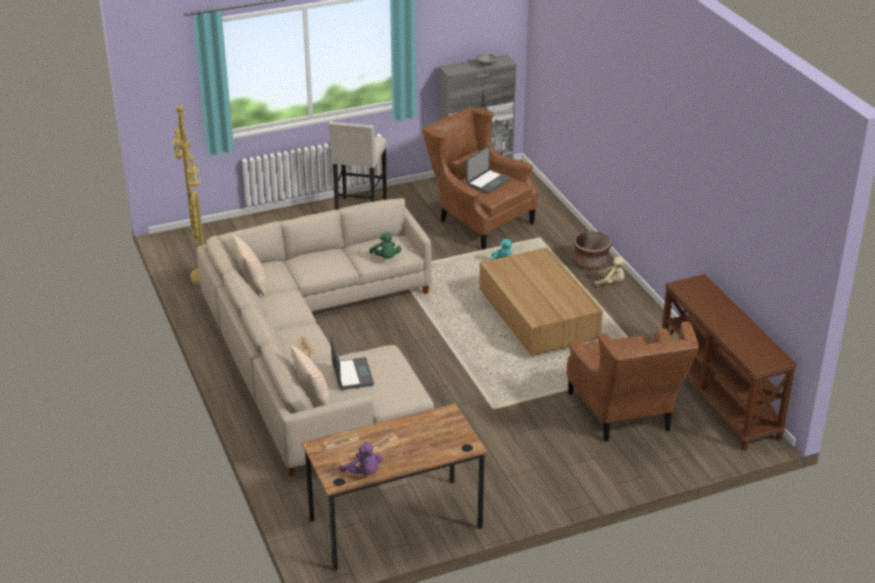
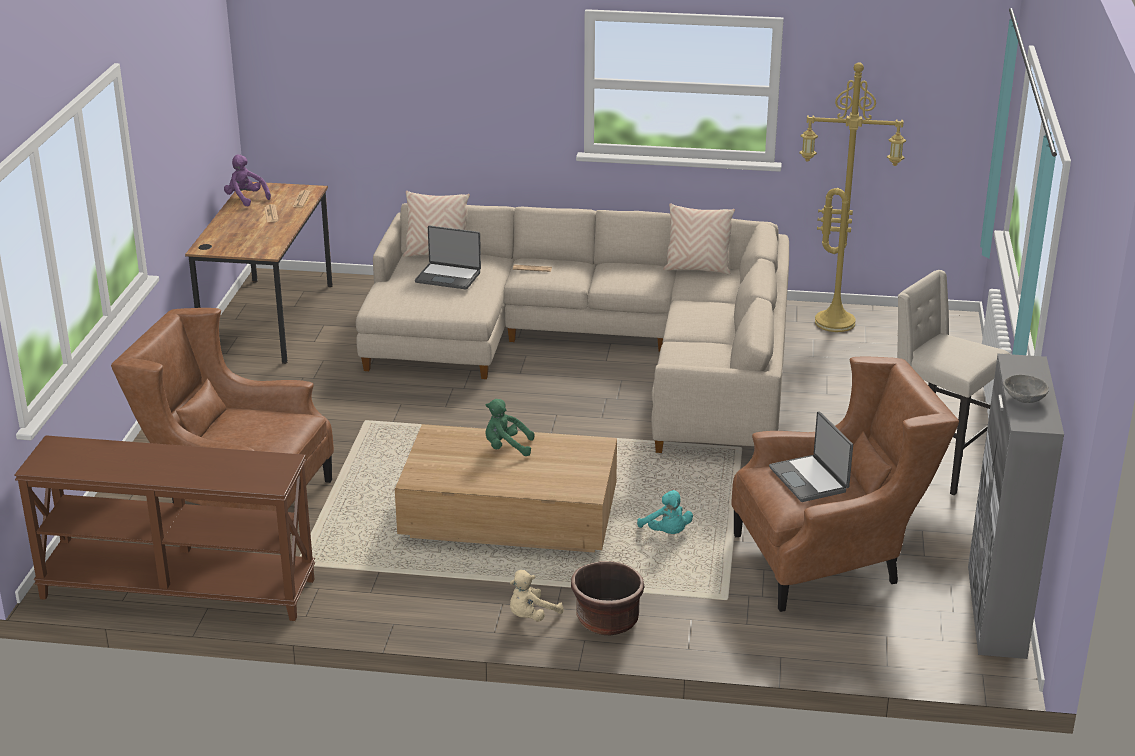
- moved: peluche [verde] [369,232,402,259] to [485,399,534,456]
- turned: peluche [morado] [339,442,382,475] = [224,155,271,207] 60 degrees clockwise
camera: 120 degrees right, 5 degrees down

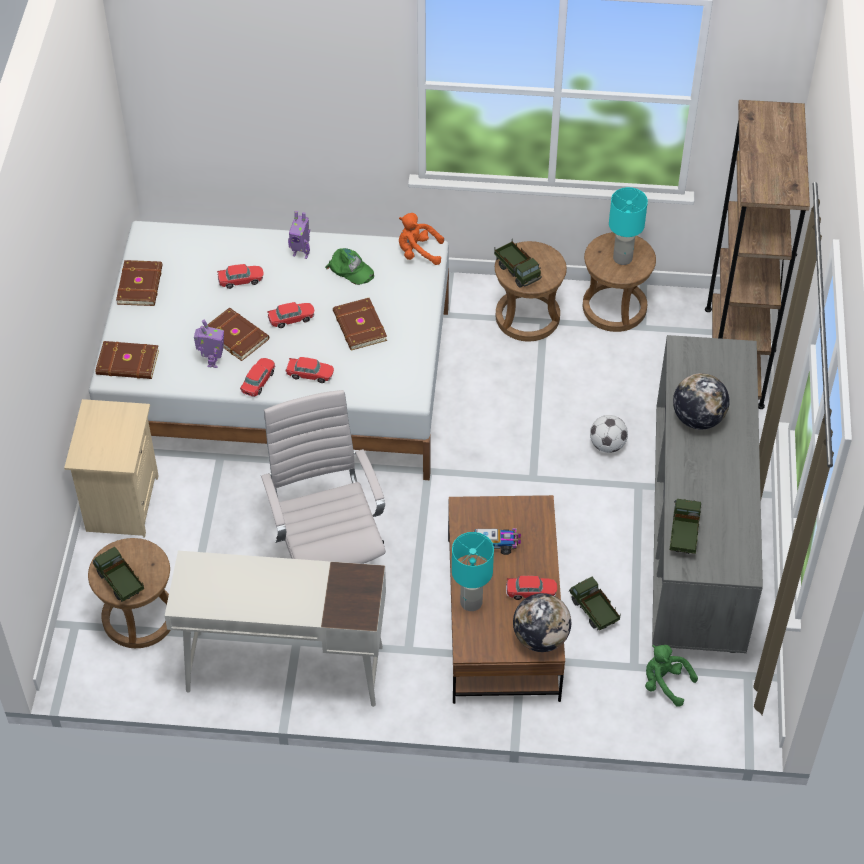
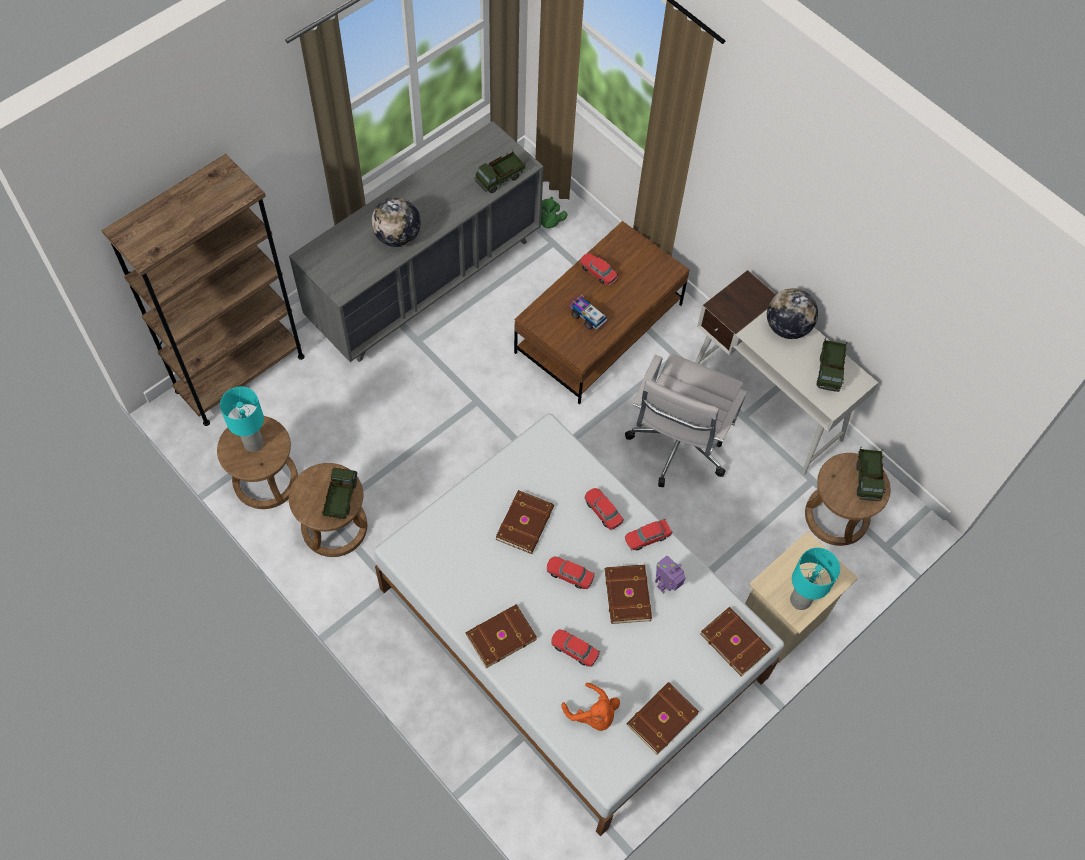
- removed: gorra [verde] [325,248,374,285]
- removed: balón de fútbol [590,415,628,453]
- moved: peluche [naranja] [399,213,444,265] to [562,683,620,731]
- moved: lámpara de mesa [turquesa] [452,532,494,611] to [790,548,840,610]
- moved: globo terráqueo [513,593,571,652] to [767,288,818,339]
- moved: camión de juguete [569,577,621,630] to [817,337,847,392]
- replaced: robot de juguete [288,211,310,259] to libro [marrón] [466,604,537,668]
camera: 140 degrees left, 10 degrees up

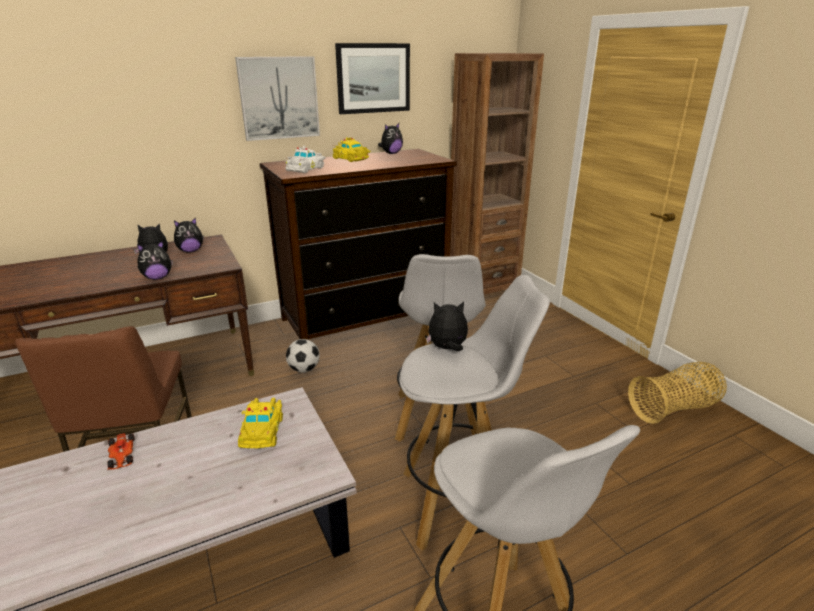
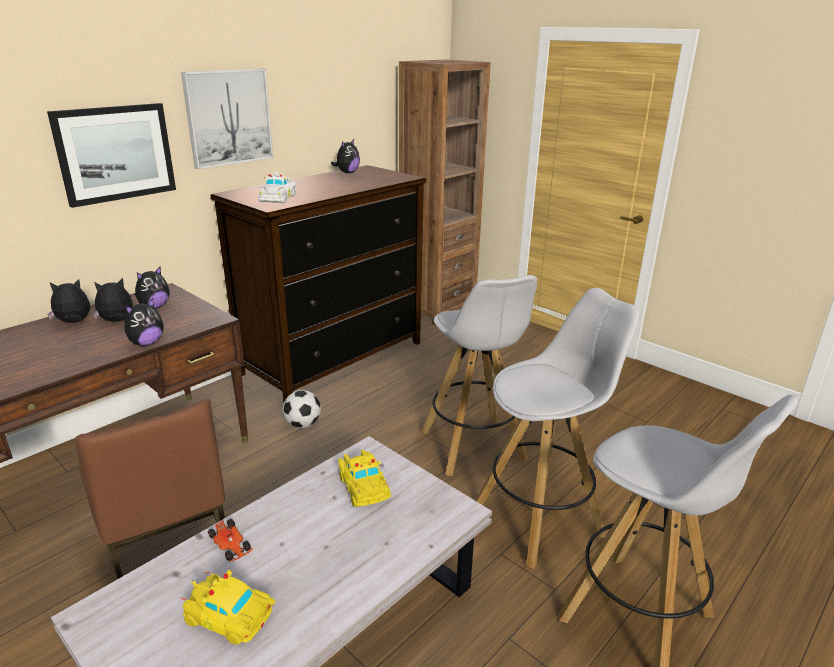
- removed: cesta [628,362,727,424]
- moved: coche de juguete [amarillo] [332,137,371,162] to [180,570,275,645]
- moved: cuadro [335,43,410,114] to [47,103,176,208]
- moved: peluche [426,302,468,351] to [48,279,90,323]
camera: 20 degrees left, 0 degrees up

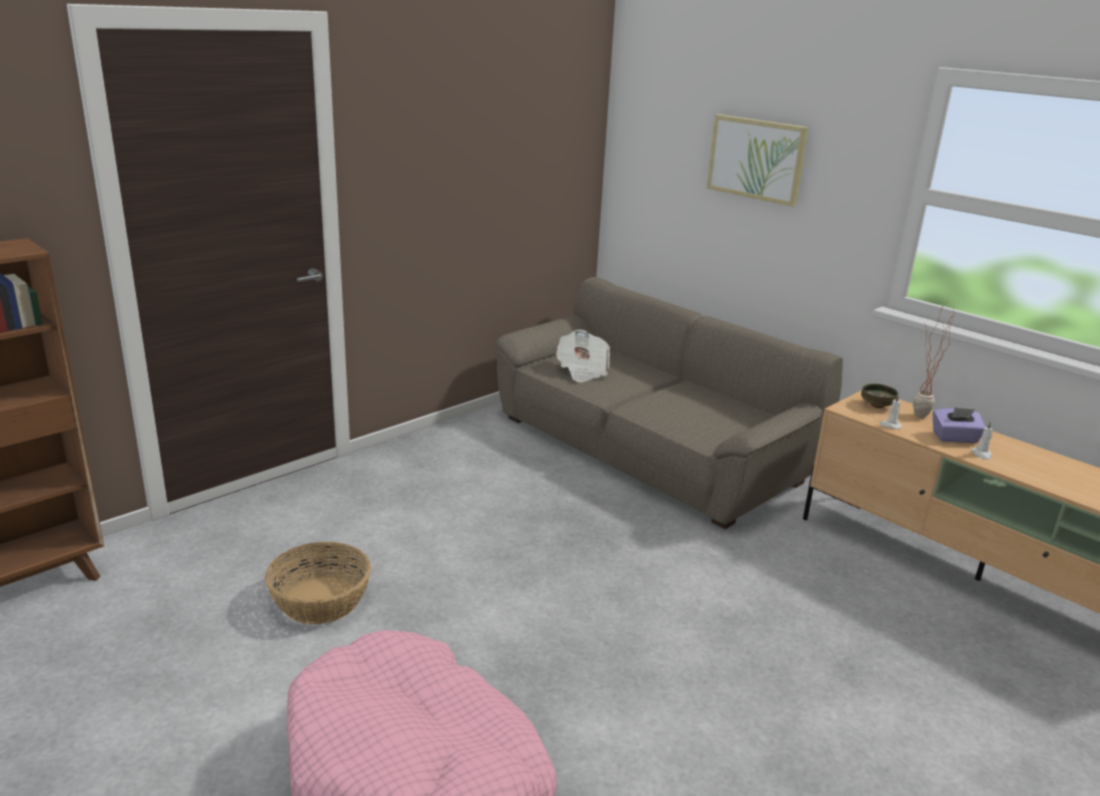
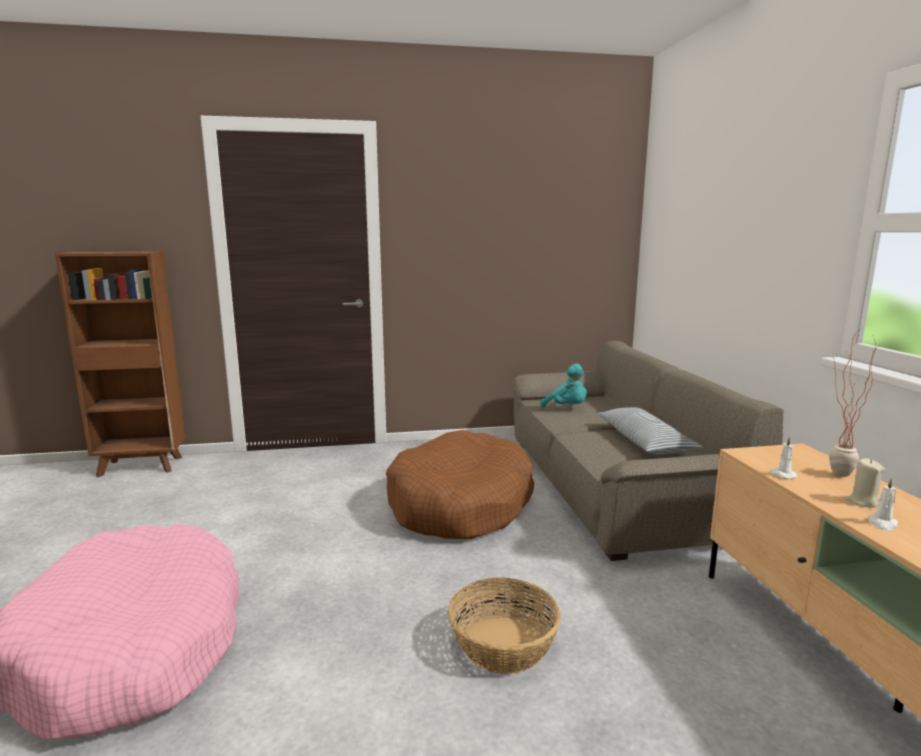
- removed: cuadro [707,114,808,207]
- removed: cuenco [861,384,898,408]
- added: cama para perro [marrón] [386,430,534,539]
- added: cojín [597,407,703,455]
- moved: cesta [265,542,371,624] to [448,577,561,674]
- replaced: periódico [556,330,610,382] to peluche [turquesa] [540,364,587,408]
- replaced: caja de pañuelos [morado] [933,407,986,443] to vela [beis] [846,458,885,508]
camera: 35 degrees right, 10 degrees down

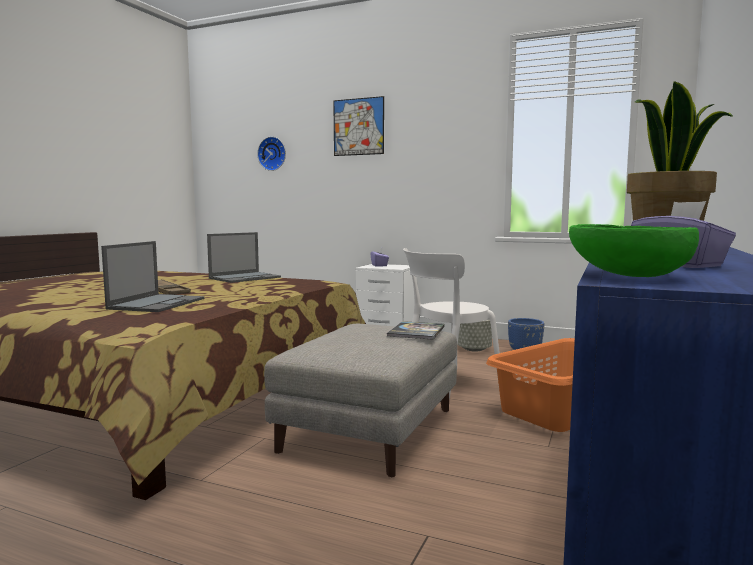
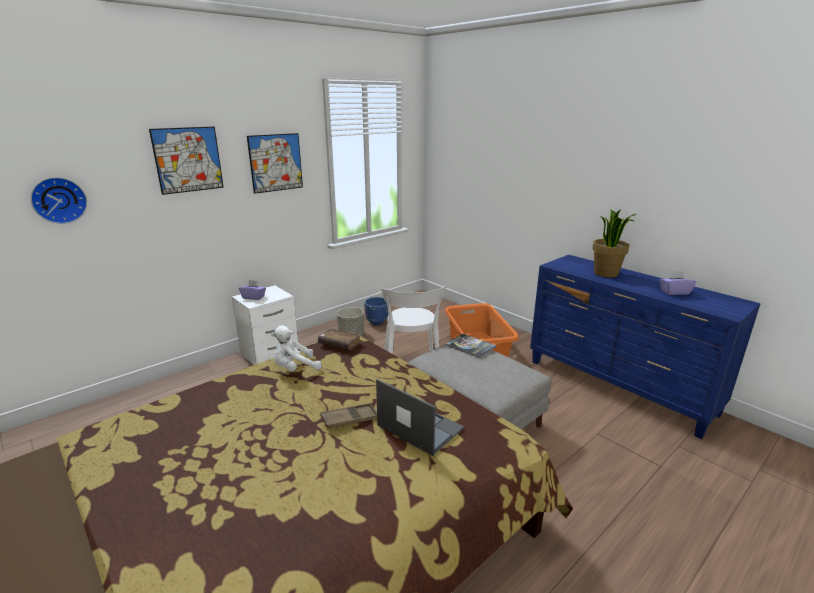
- removed: cuenco [verde] [569,224,699,277]
- added: cuadro [247,133,303,194]
- added: libro [marrón] [318,328,362,350]
- replaced: portátil [207,232,281,283] to peluche [blanco] [271,325,322,371]
camera: 65 degrees left, 15 degrees up

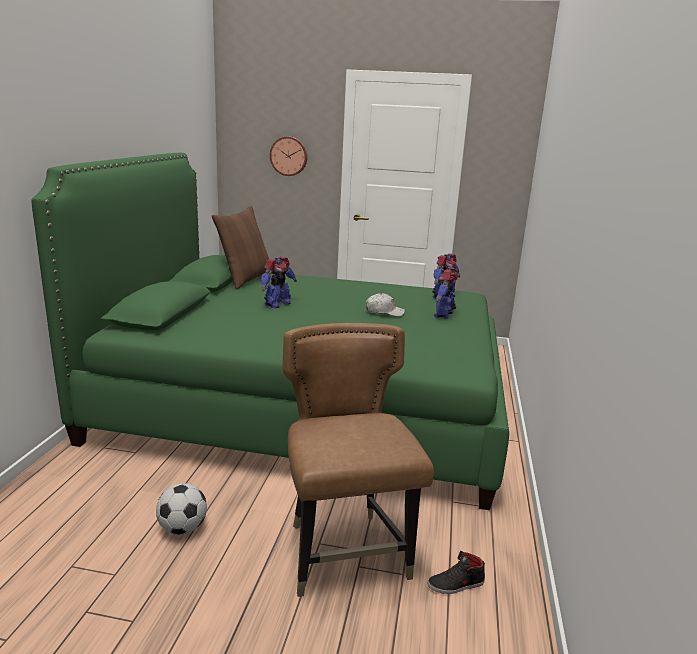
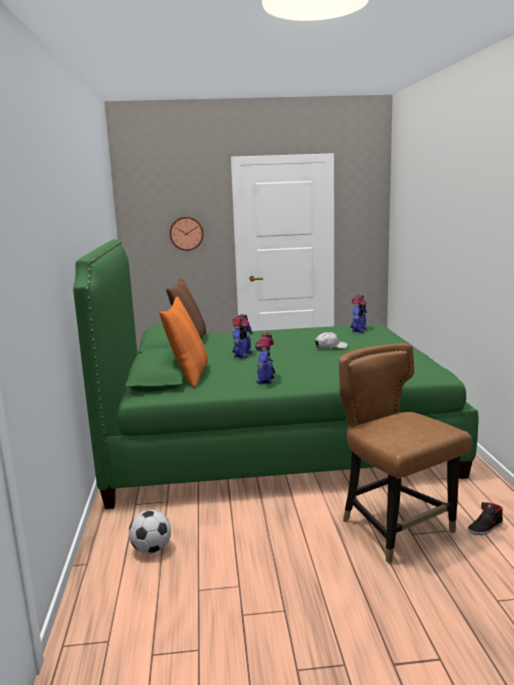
- added: cojín [naranja] [159,297,208,387]
- moved: balón de fútbol [156,483,207,535] to [129,510,171,554]
- moved: robot de juguete [434,267,459,319] to [255,333,275,384]
camera: 15 degrees left, 5 degrees down

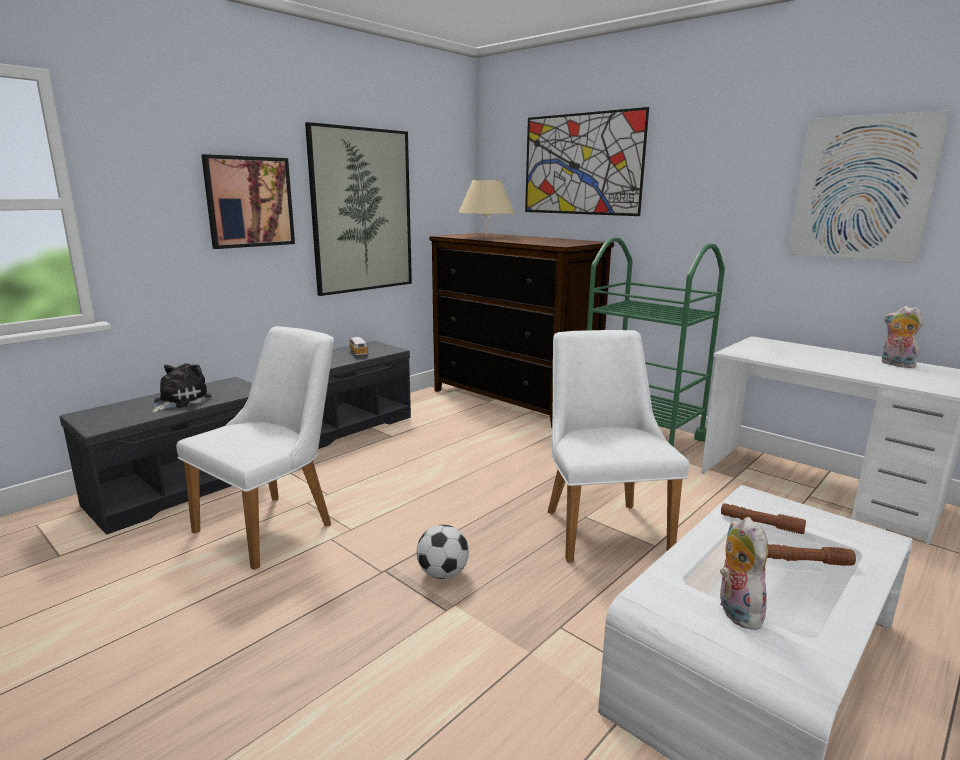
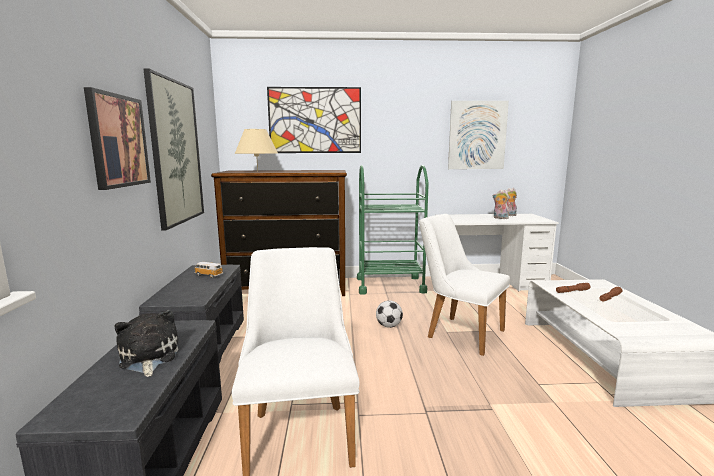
- moved: balón de fútbol [417,525,469,579] to [376,300,403,328]
- moved: peluche [719,517,768,630] to [493,190,509,219]
camera: 45 degrees left, 5 degrees down

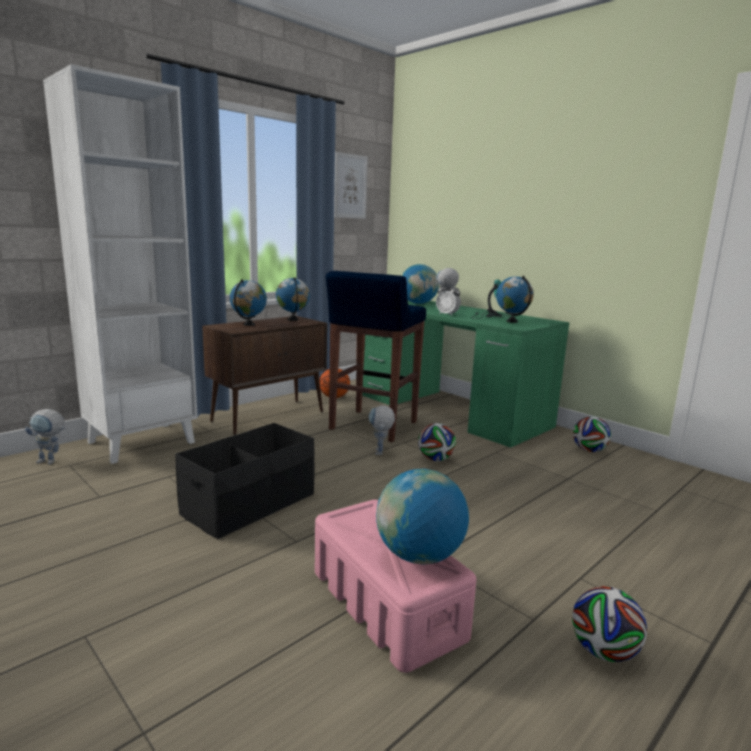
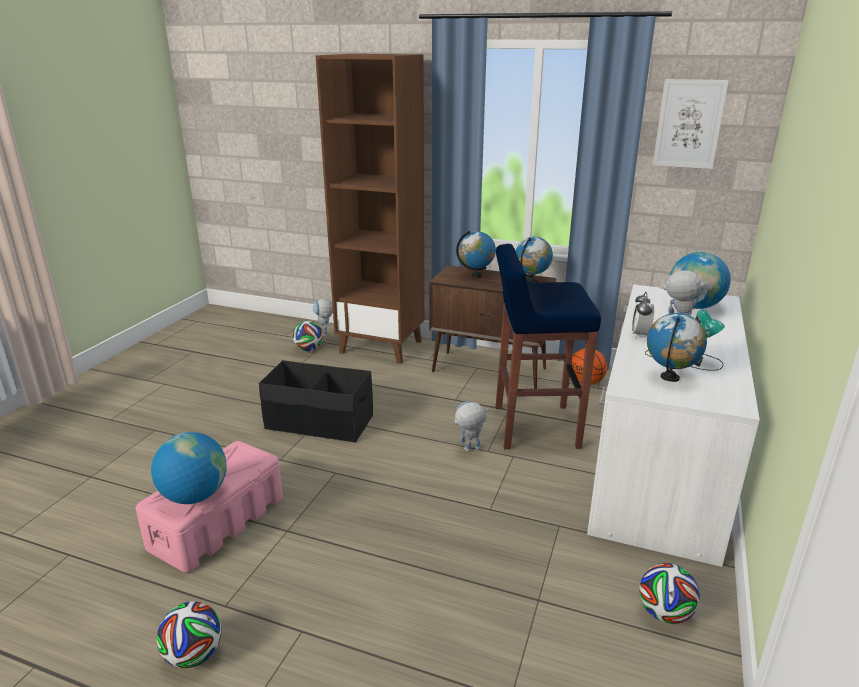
- moved: balón de fútbol [418,423,456,461] to [292,321,323,351]
- recoloured: estantería [blanco] [43,64,198,464] to estantería [marrón] [315,54,424,364]
- recoloured: escritorio [verde] [362,301,570,448] to escritorio [blanco] [587,284,760,567]
camera: 65 degrees right, 10 degrees up

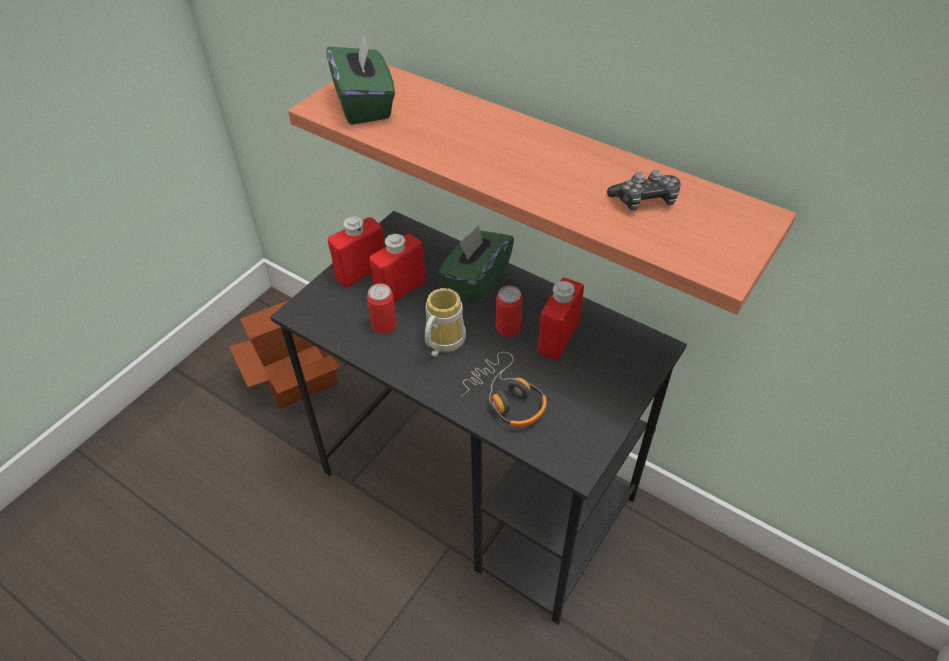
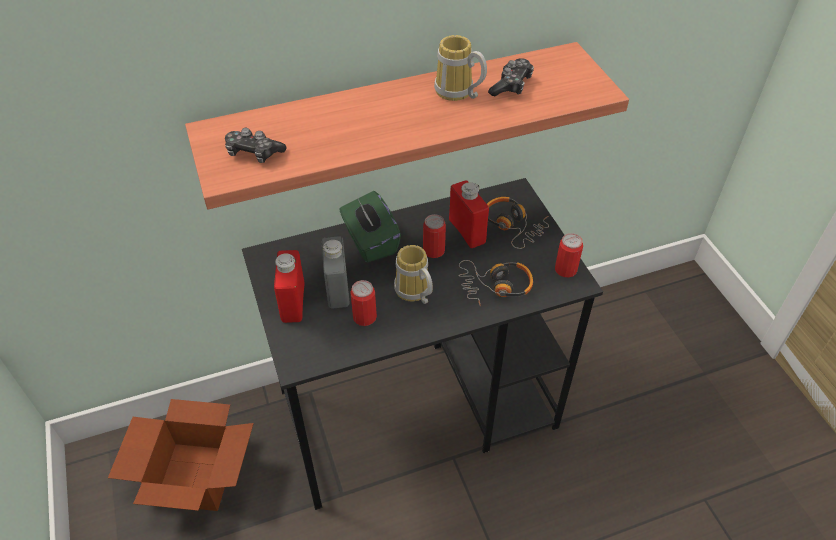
- added: taza grande [434,35,487,101]
- added: auriculares [487,197,549,249]
- added: lata [555,233,583,277]
- replaced: caja de pañuelos [verde] [326,34,395,125] to mando de consola [225,128,286,163]
- recoloured: botella [rojo] [369,233,426,303] to botella [gris] [322,236,350,309]
camera: 55 degrees left, 0 degrees up

